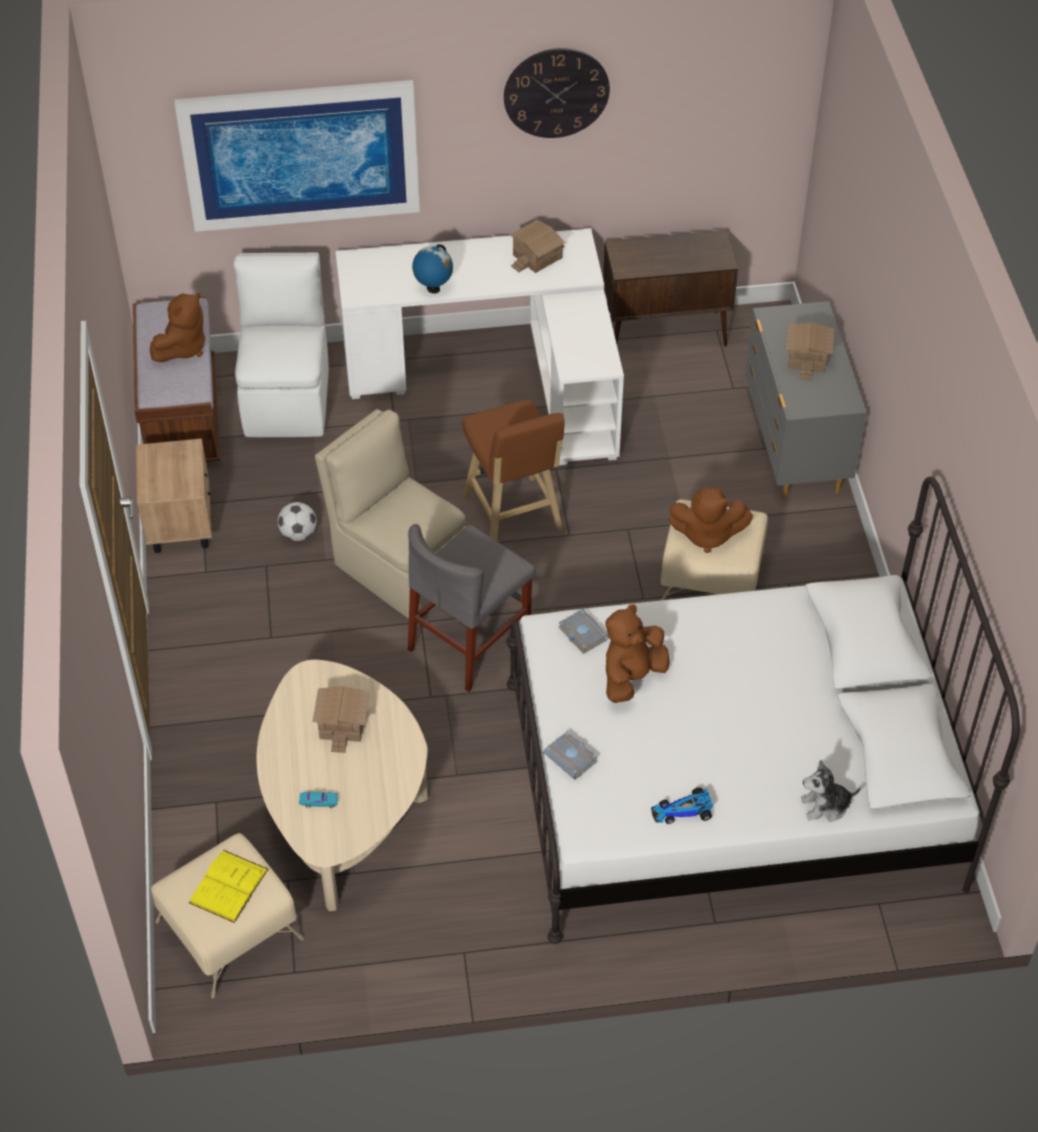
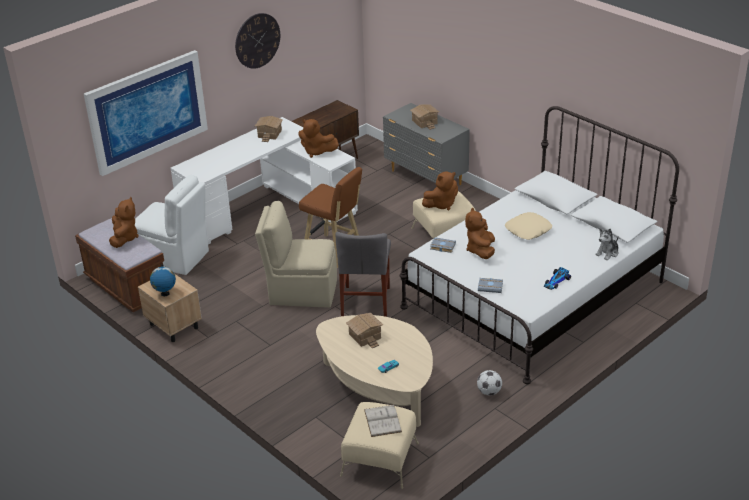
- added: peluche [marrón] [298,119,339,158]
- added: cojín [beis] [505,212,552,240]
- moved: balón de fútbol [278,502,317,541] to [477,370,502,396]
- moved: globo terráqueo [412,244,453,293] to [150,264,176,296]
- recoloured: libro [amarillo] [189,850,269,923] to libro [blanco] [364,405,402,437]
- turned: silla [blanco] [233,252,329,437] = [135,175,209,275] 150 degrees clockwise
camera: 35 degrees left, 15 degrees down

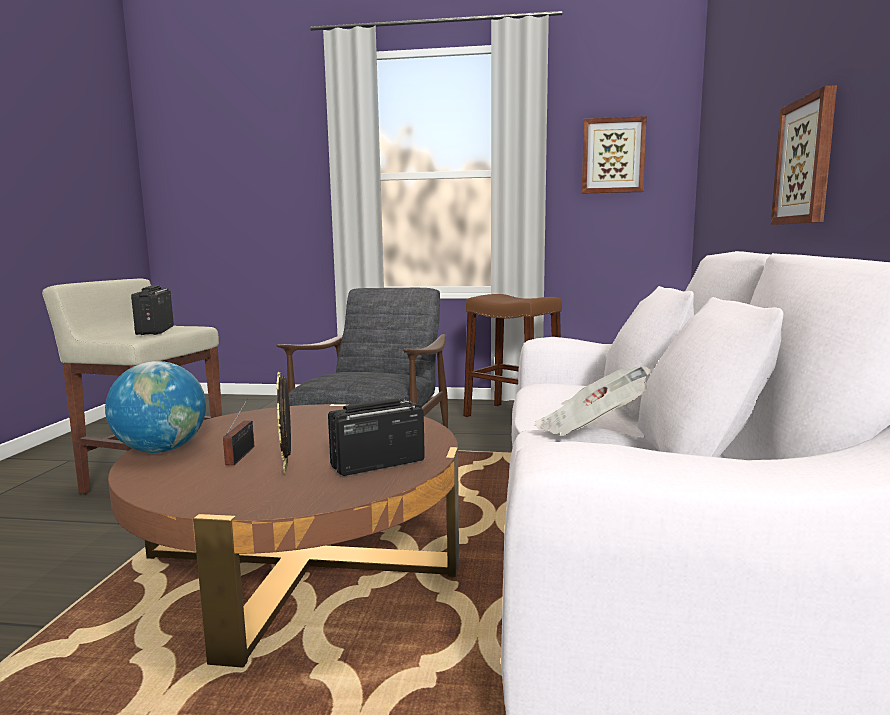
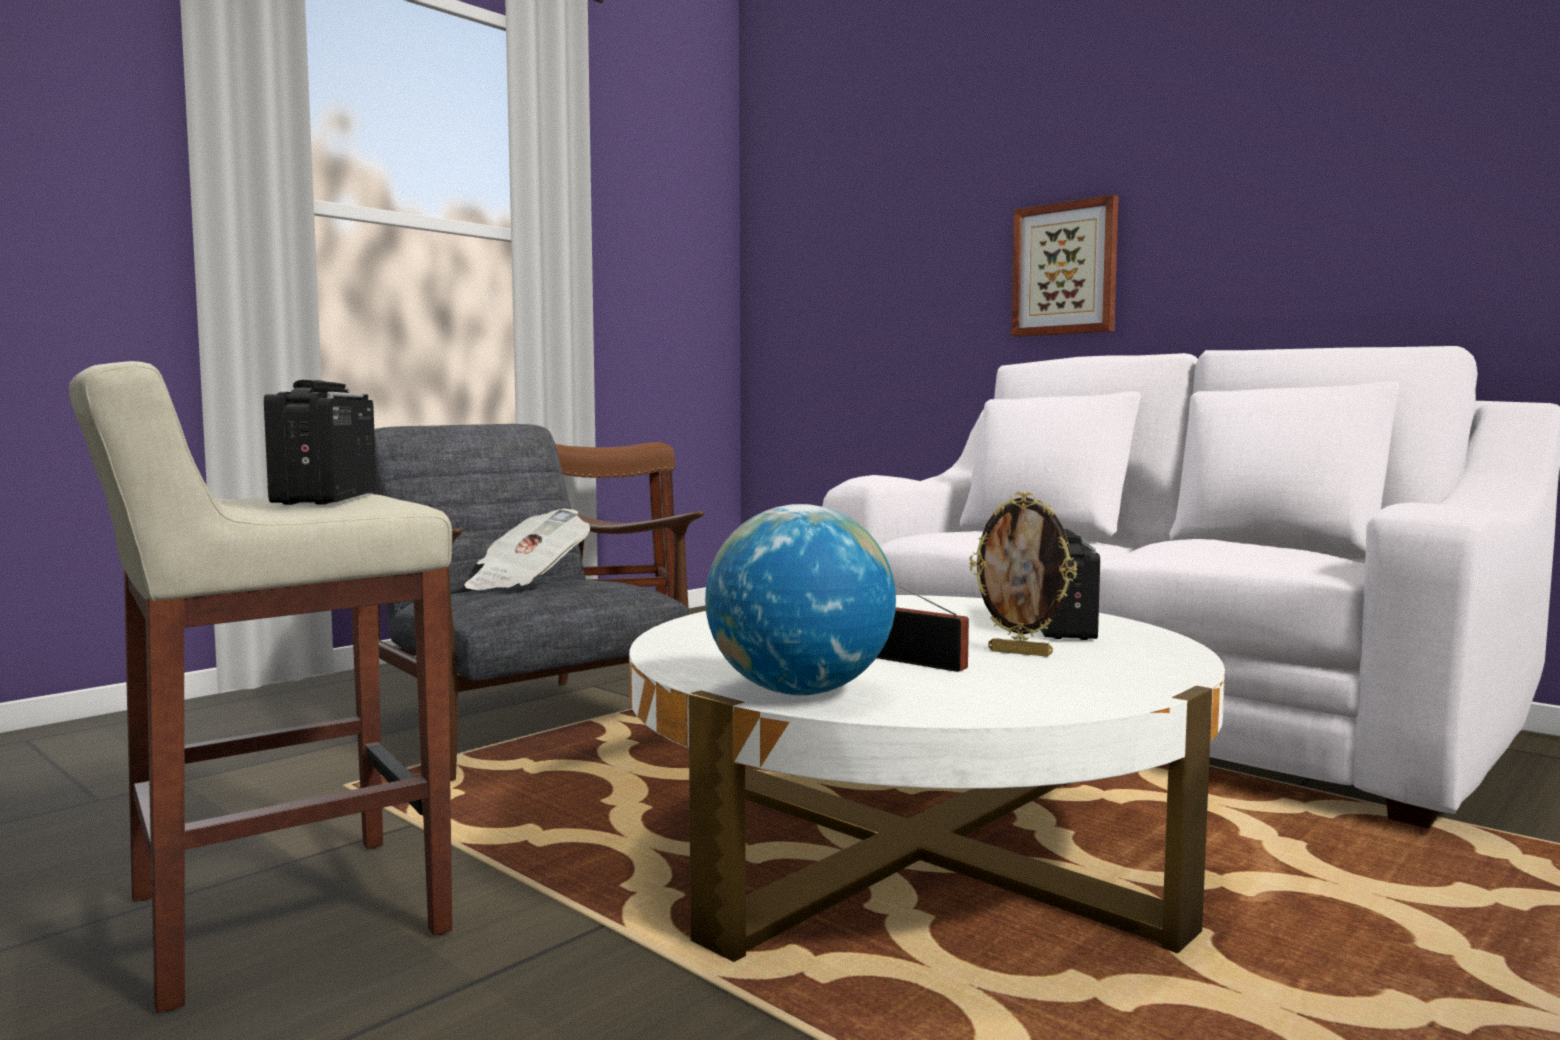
- removed: cuadro [582,116,647,194]
- moved: periódico [534,366,652,436] to [464,509,590,590]
- recoloured: mesa de centro [marrón] [108,404,459,668] to mesa de centro [blanco] [629,595,1225,962]
- turned: radio [131,285,174,335] = [264,380,376,505] 60 degrees clockwise
camera: 55 degrees left, 5 degrees down

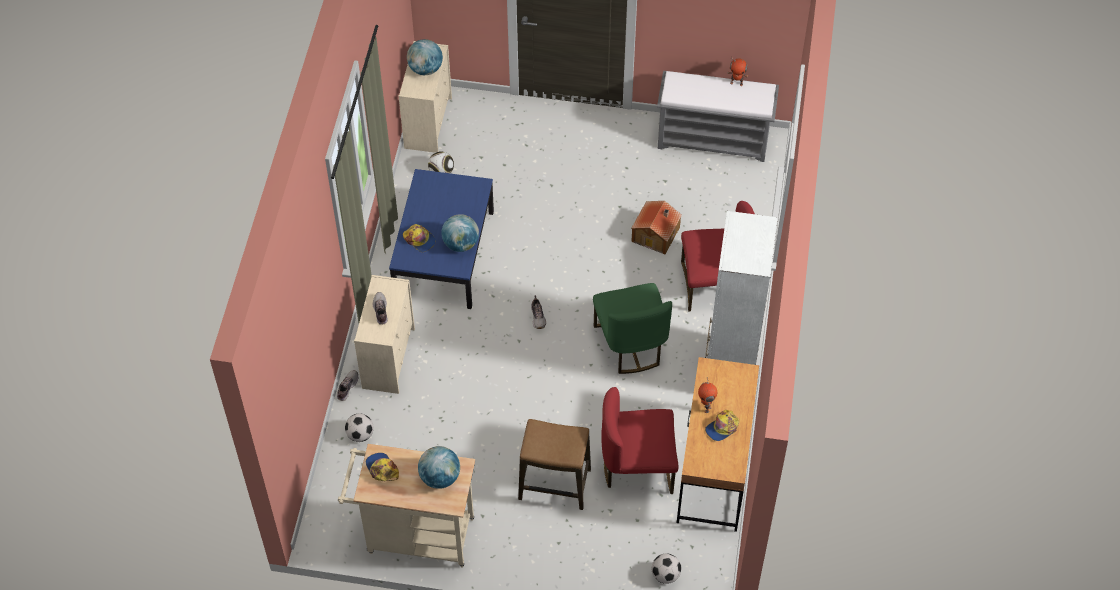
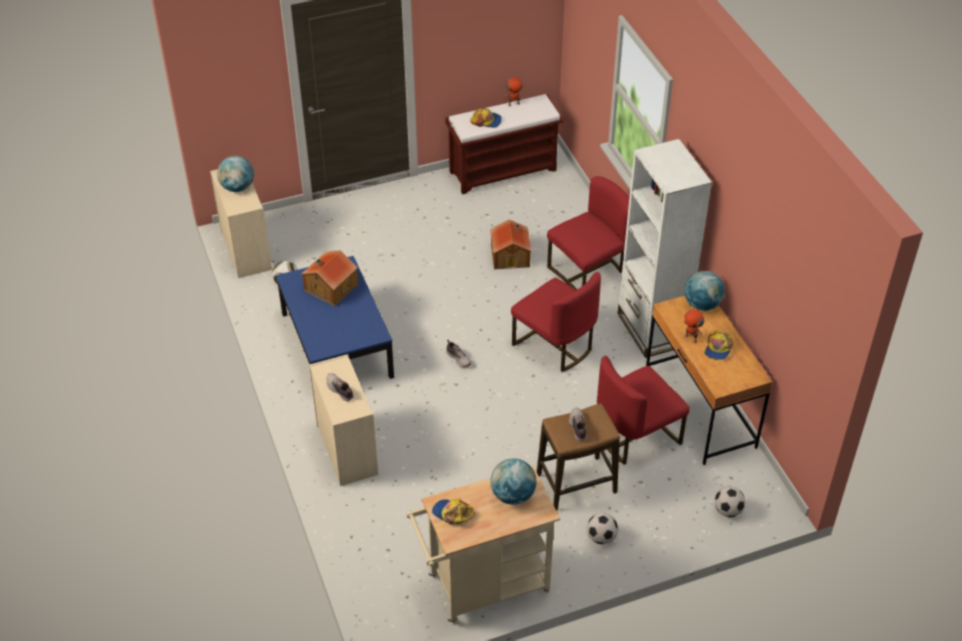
- added: casita [302,250,359,307]
- moved: zapato [337,370,358,401] to [569,407,587,441]
- moved: balón de fútbol [345,413,374,442] to [587,513,618,544]
- moved: gorra [403,224,436,252] to [470,108,502,128]
- moved: globo terráqueo [441,214,479,252] to [684,271,725,311]
- recoloured: silla [verde] [593,283,672,374] to silla [rojo] [511,272,601,372]
- recoloured: banco [gris] [657,71,779,162] to banco [marrón] [445,94,563,194]
camera: 30 degrees left, 10 degrees down

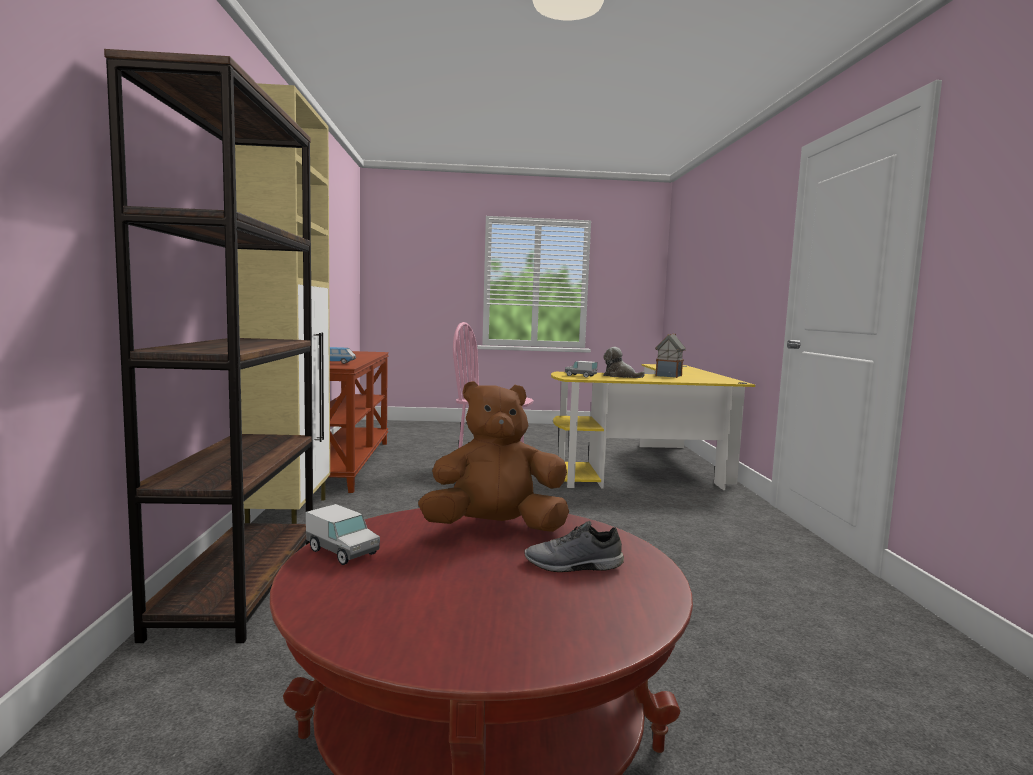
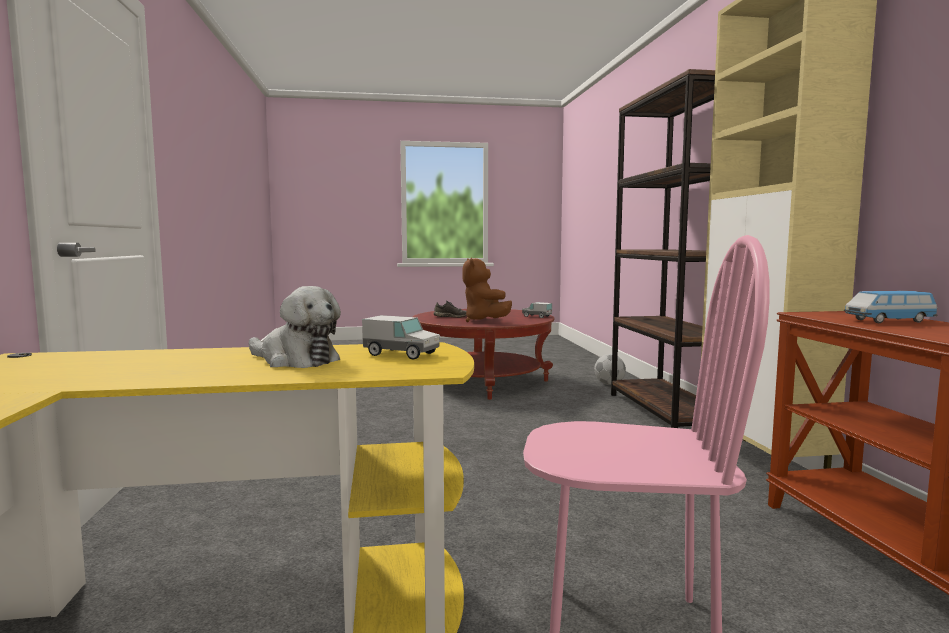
- removed: casita [655,334,686,378]
- added: balón de fútbol [594,354,626,385]
- turned: peluche [marrón] [418,381,569,532] = [462,258,512,322] 90 degrees clockwise
camera: 175 degrees right, 0 degrees up

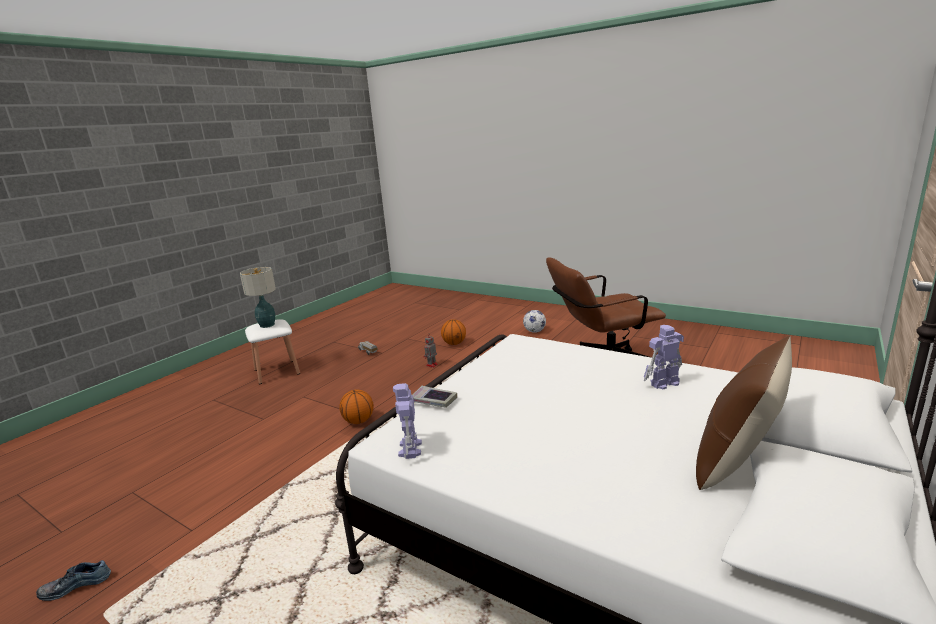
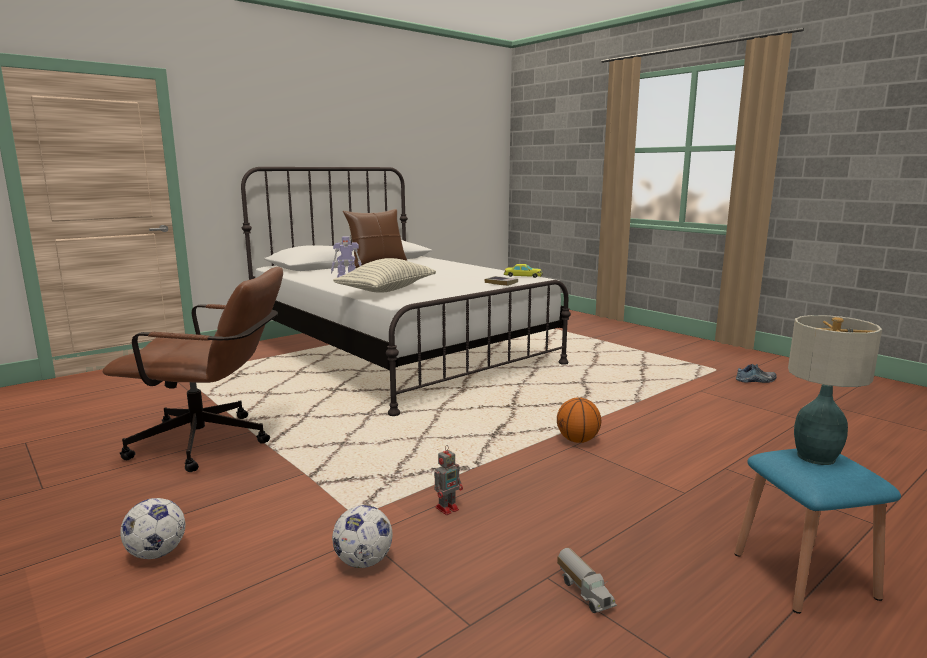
- added: cojín [333,258,436,293]
- replaced: robot de juguete [393,383,422,459] to coche de juguete [amarillo] [504,264,542,278]
- replaced: balón de baloncesto [441,319,466,345] to balón de fútbol [332,505,392,568]
- recoloured: taburete [blanco] [245,319,300,384] to taburete [azul] [734,449,901,614]
camera: 165 degrees left, 5 degrees down

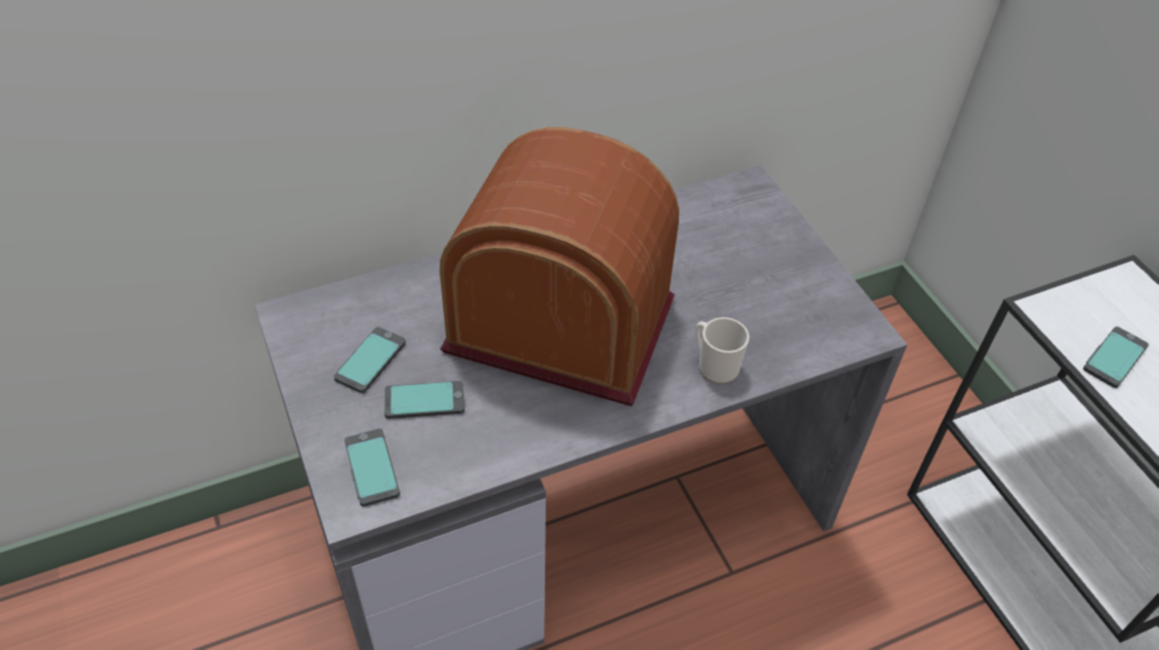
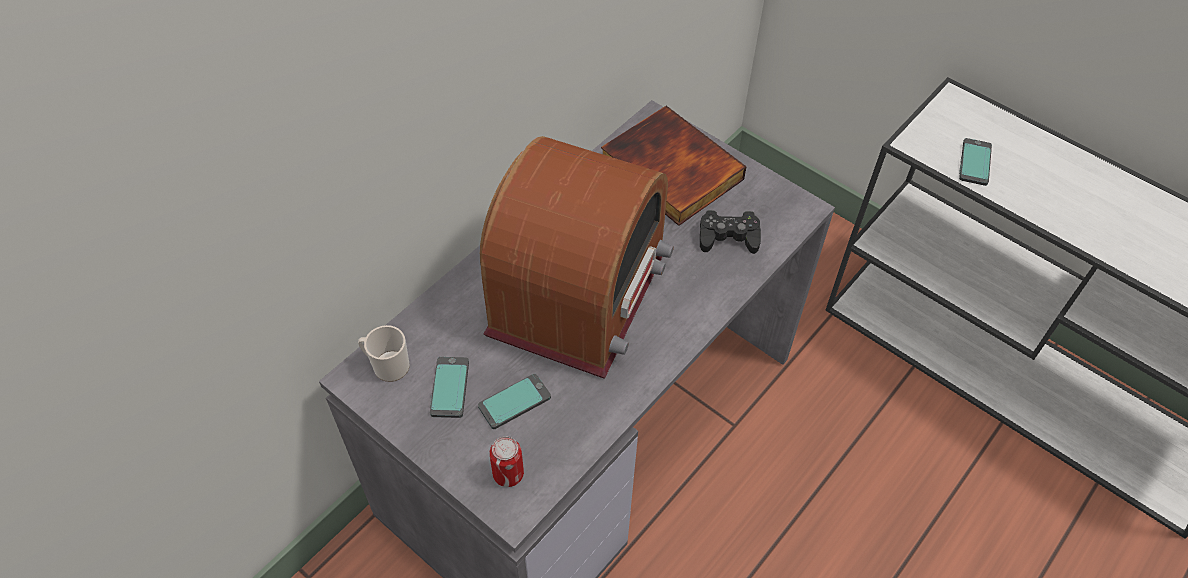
- added: libro [601,106,747,226]
- added: mando de consola [negro] [700,210,761,254]
- moved: taza grande [696,317,749,384] to [358,325,410,382]
- replaced: móvil [344,429,400,507] to lata [490,436,524,487]
- turned: radio [440,127,679,406] = [480,136,674,379] 120 degrees clockwise
camera: 25 degrees left, 5 degrees up

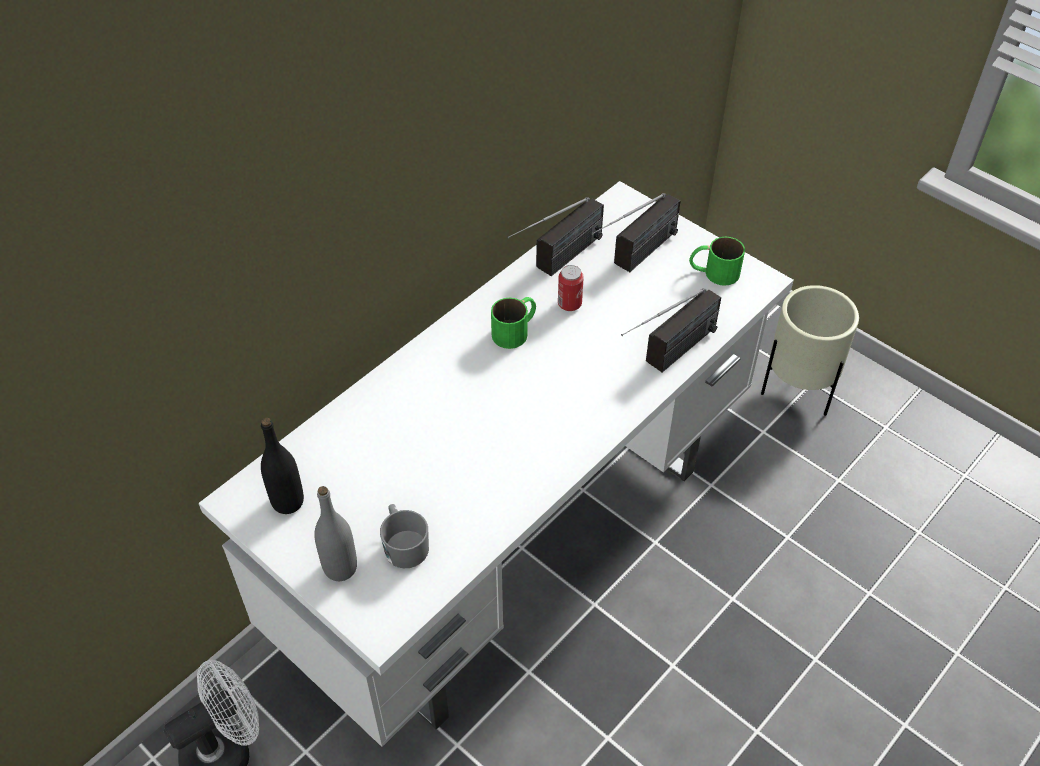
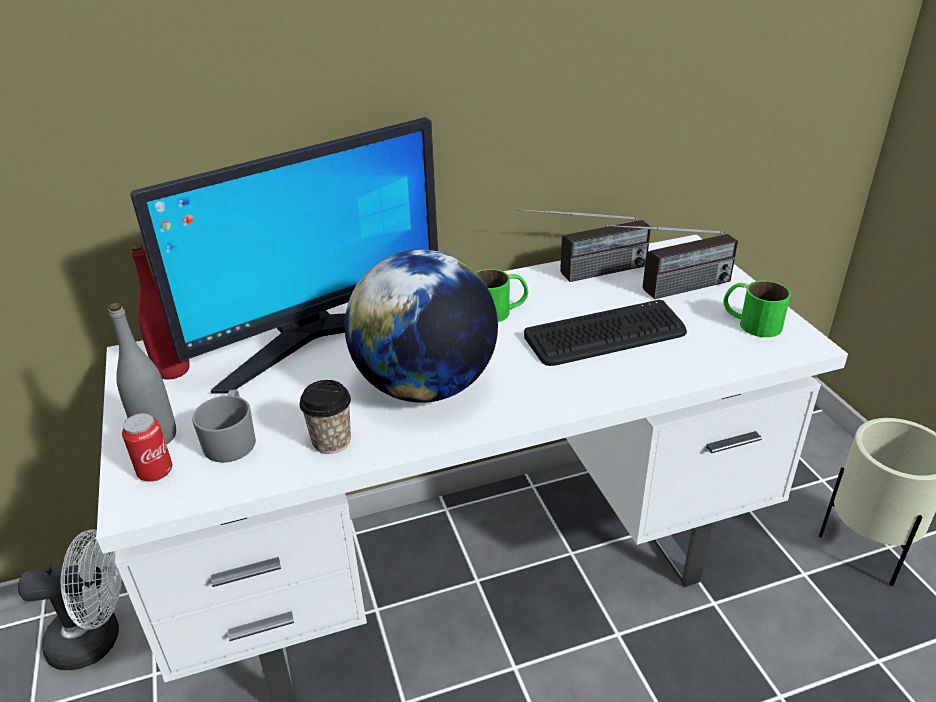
- removed: radio [621,288,721,372]
- added: monitor [130,117,438,394]
- added: taza [299,380,351,454]
- added: globo terráqueo [345,249,498,403]
- added: teclado [524,300,687,366]
- moved: lata [558,265,584,311] to [122,413,172,482]
- recoloured: botella [negro] [261,418,304,514] to botella [rojo] [131,244,190,380]
camera: 30 degrees right, 15 degrees down

